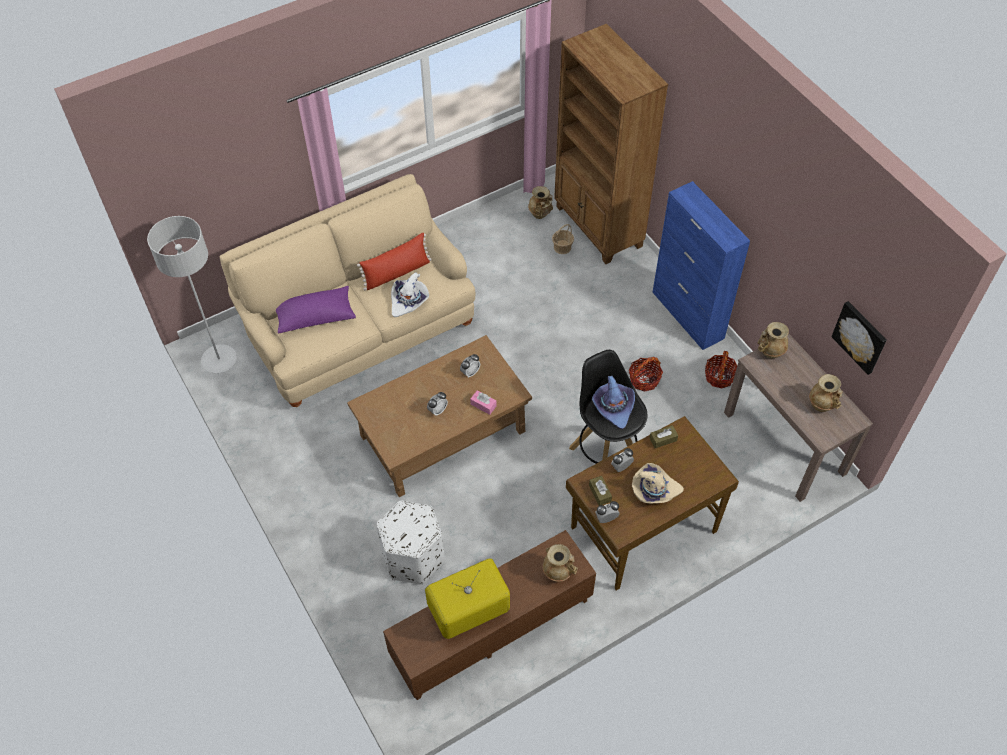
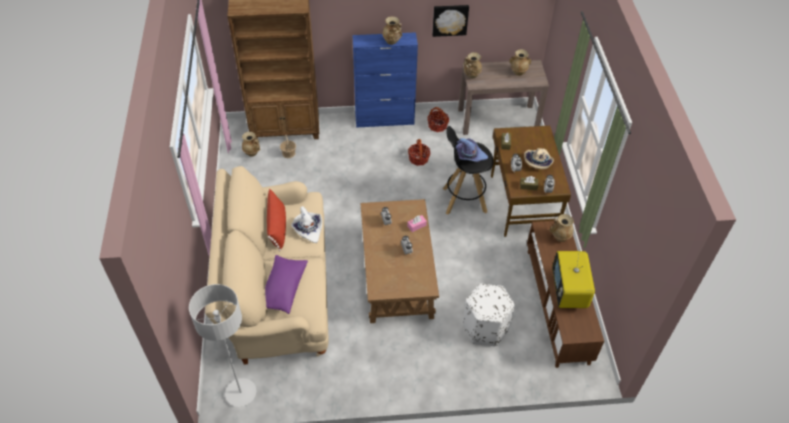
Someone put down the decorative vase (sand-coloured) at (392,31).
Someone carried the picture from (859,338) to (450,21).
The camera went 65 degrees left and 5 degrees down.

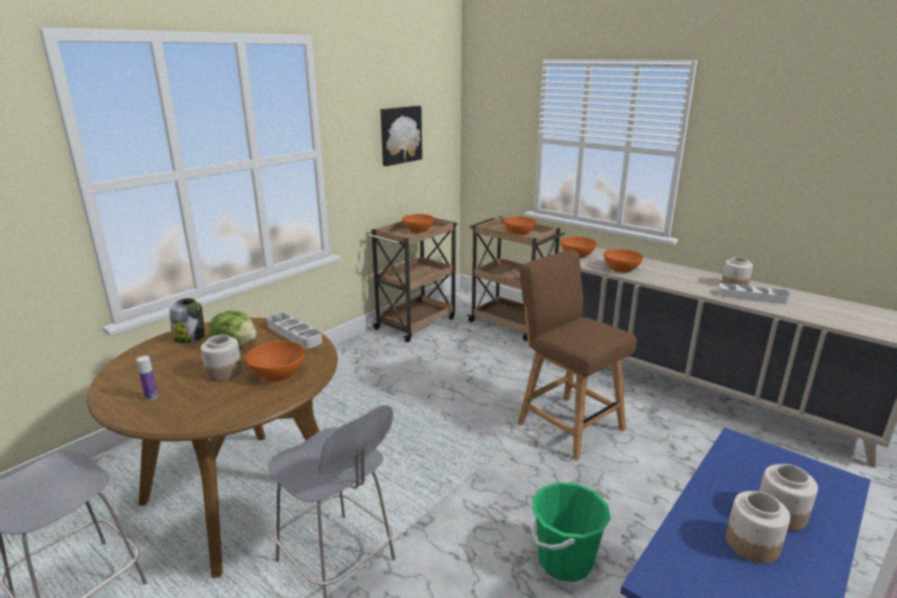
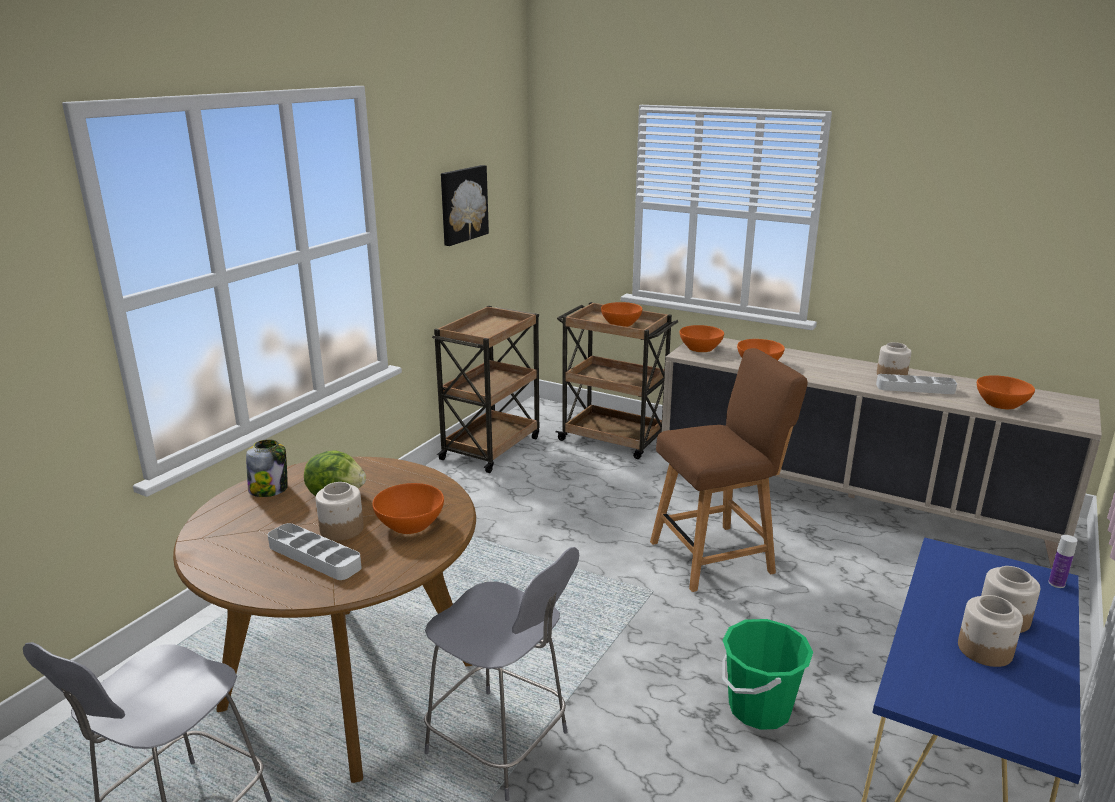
Someone carried the carrying tray (greyish) from (294,331) to (315,551).
Someone rotated the upright chair (brown) at (577,355) by 120 degrees clockwise.
Someone carried the deep dish (orange-coloured) from (418,223) to (1006,392).
Someone carried the beverage bottle from (147,378) to (1062,561).
The camera went 10 degrees left and 0 degrees up.

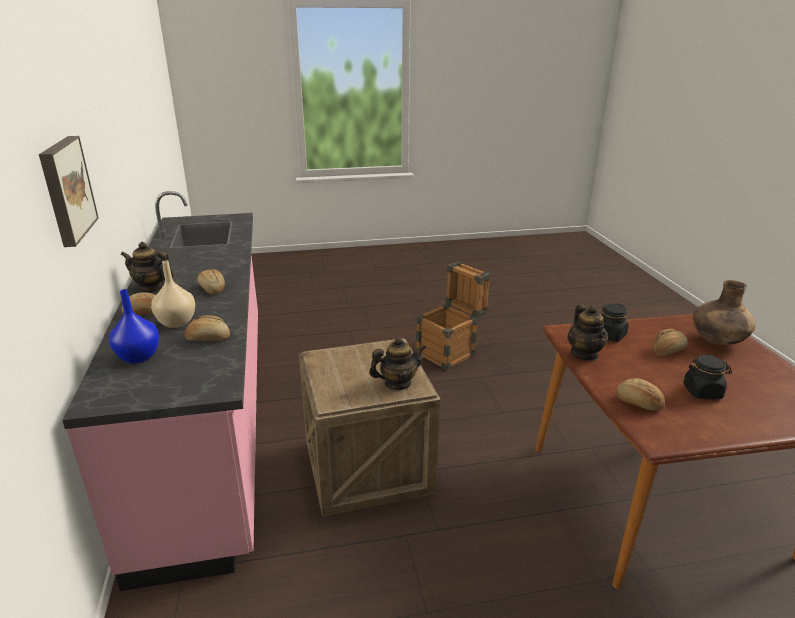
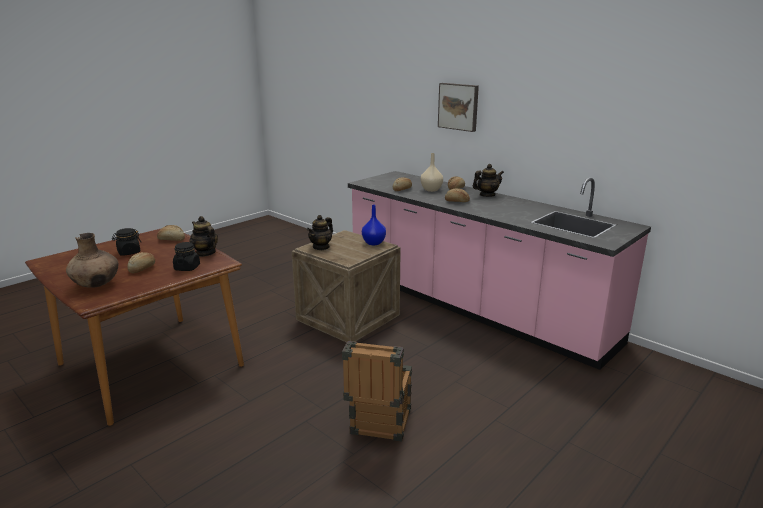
Someone carried the decorative vase (bluish) from (134,326) to (374,225).
The camera went 145 degrees right and 5 degrees down.

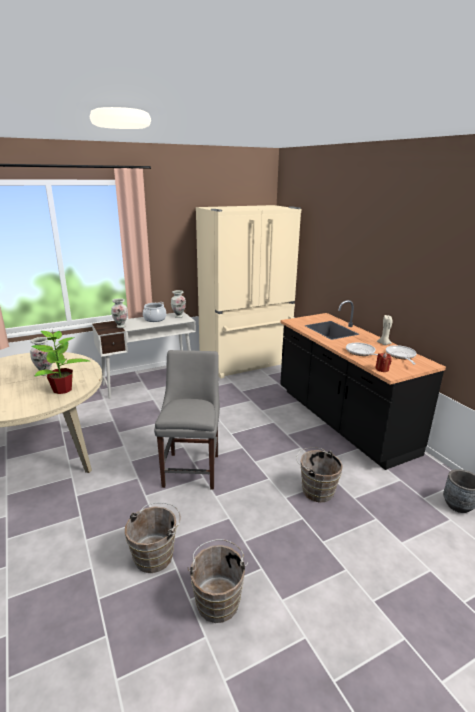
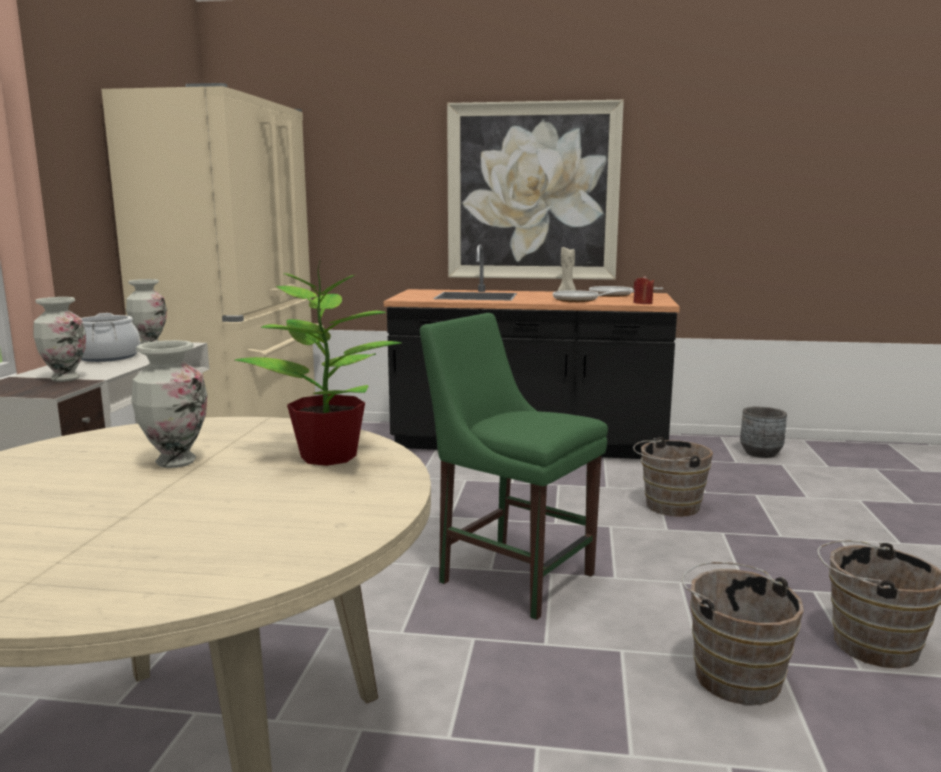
Someone repainted the upright chair (greyish) at (187,420), which became the upright chair (green-coloured) at (514,466).
Someone put up the picture at (535,190).
The camera went 55 degrees left and 10 degrees down.

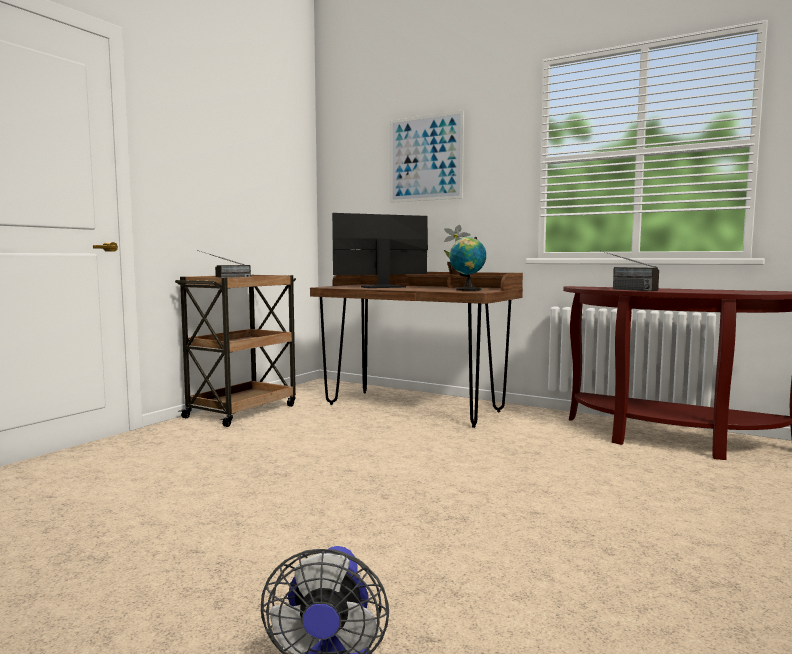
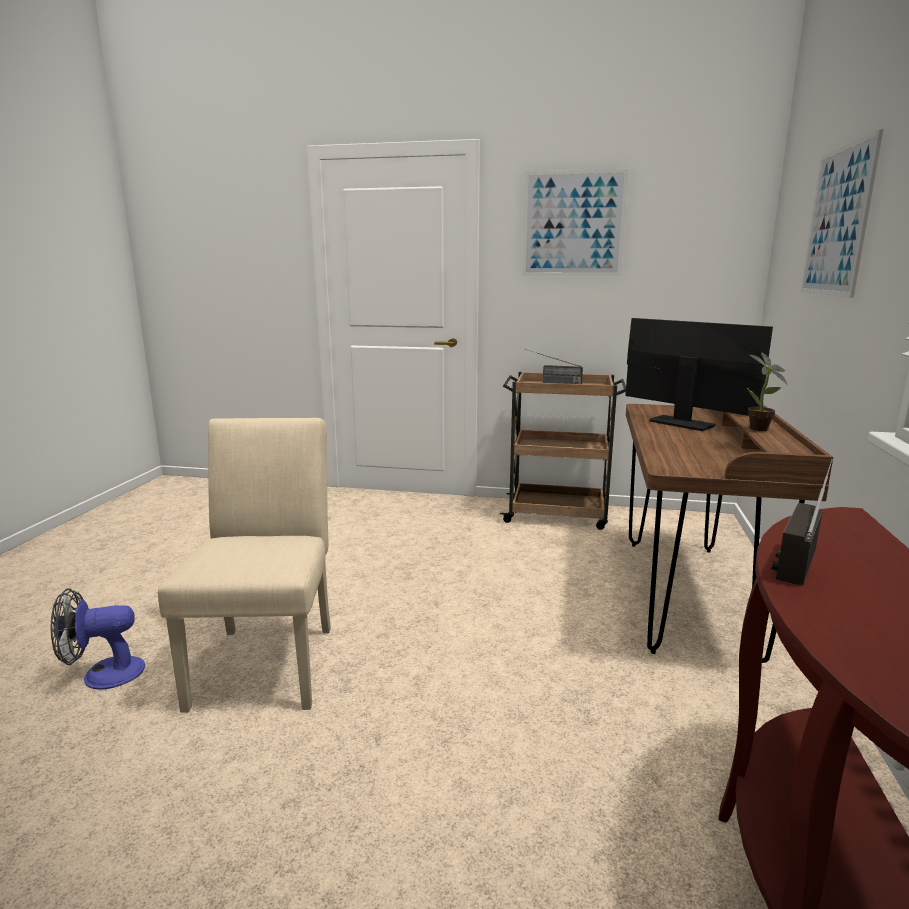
Someone put down the upright chair (sand-coloured) at (244,565).
Someone put up the picture at (575,222).
Someone took away the world globe at (467,264).
The camera went 70 degrees right and 10 degrees up.

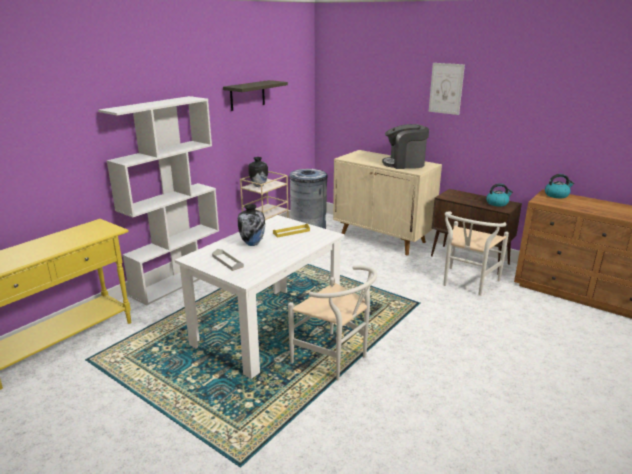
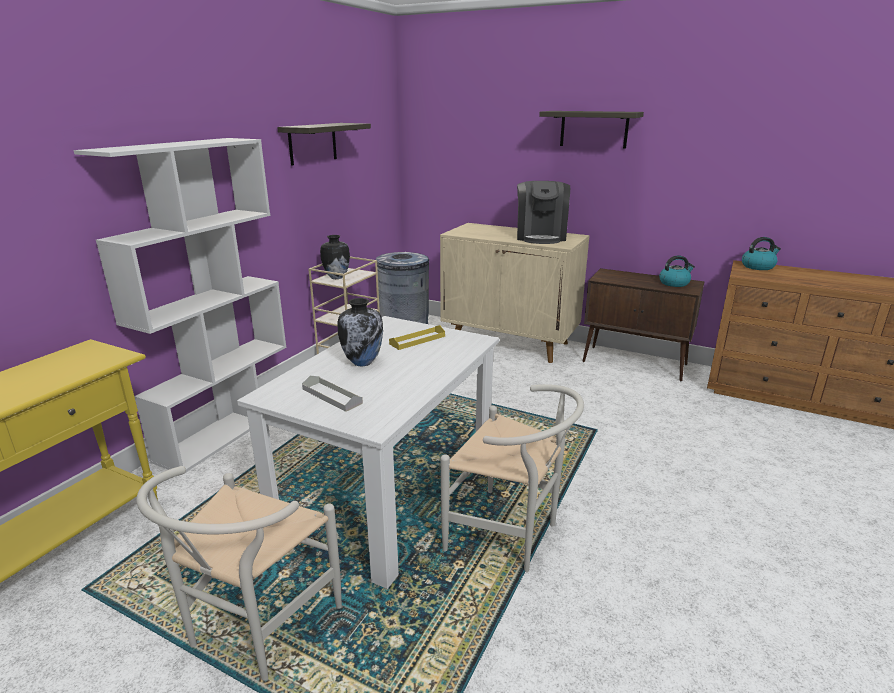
Someone carried the upright chair (white) from (476,253) to (239,573).
Someone rotated the coffee maker at (405,146) by 75 degrees counterclockwise.
Someone swapped the picture at (447,89) for the shelf at (591,129).
The camera went 10 degrees left and 0 degrees up.

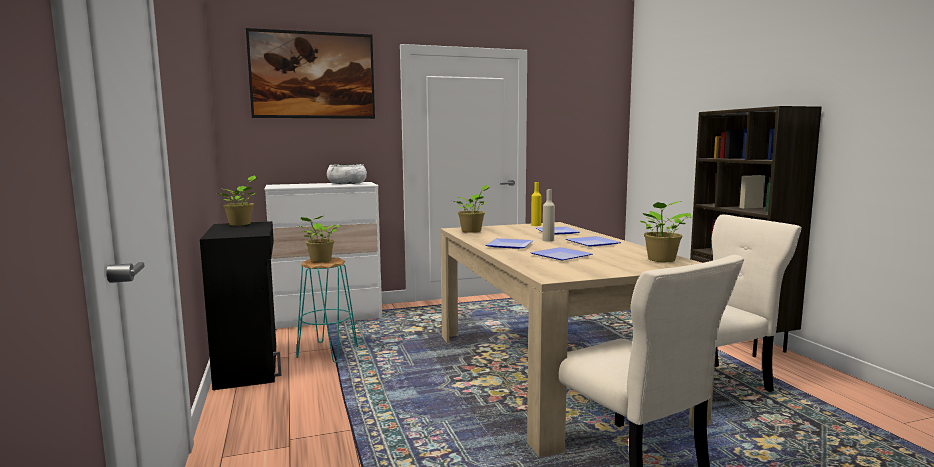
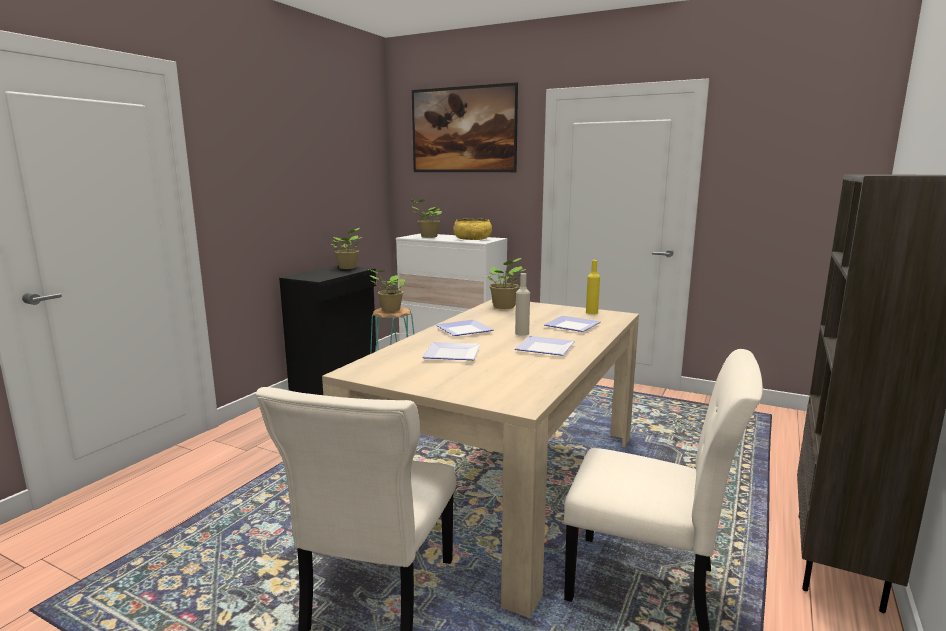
Someone carried the plant in a pot from (666,231) to (426,218).
Someone repainted the deep dish (white) at (347,174), which became the deep dish (yellow-coloured) at (472,229).
The camera went 45 degrees right and 5 degrees up.

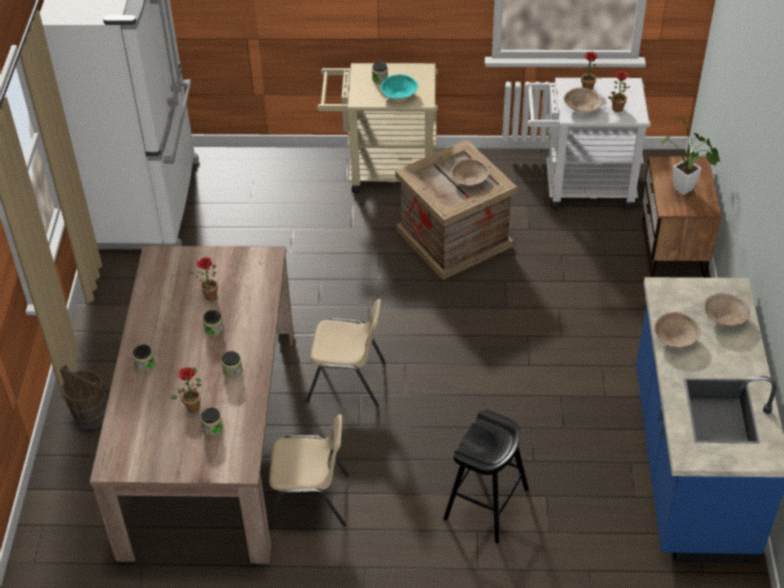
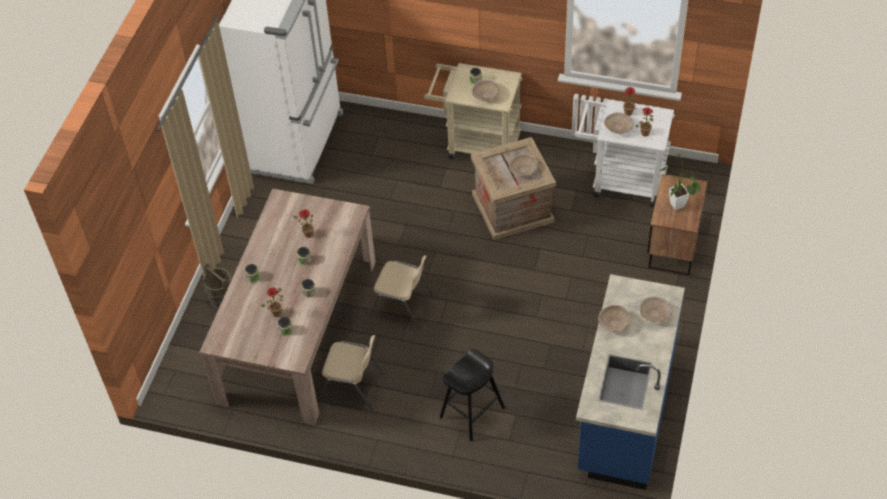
Someone repainted the deep dish (turquoise-coloured) at (399,86), which became the deep dish (sand-coloured) at (486,90).
The camera went 15 degrees right and 5 degrees up.

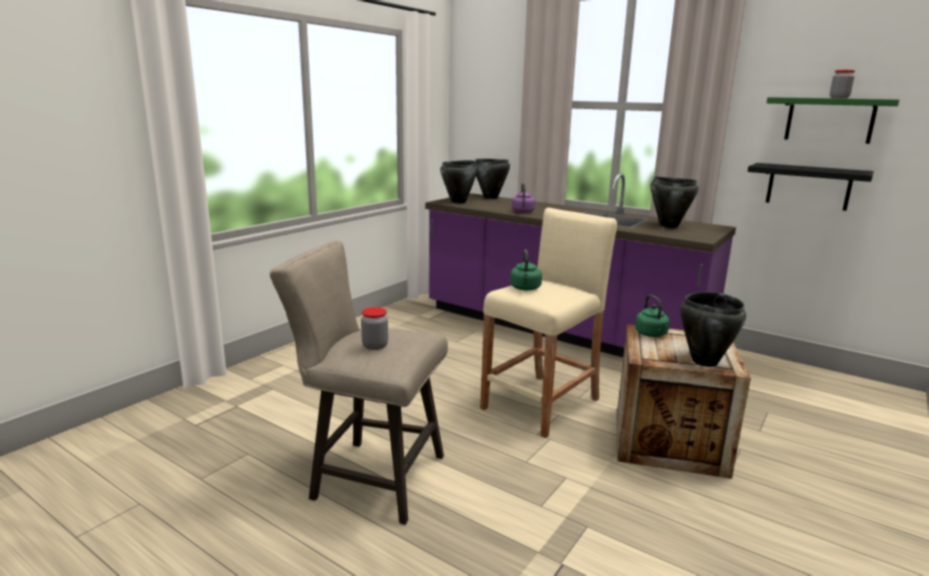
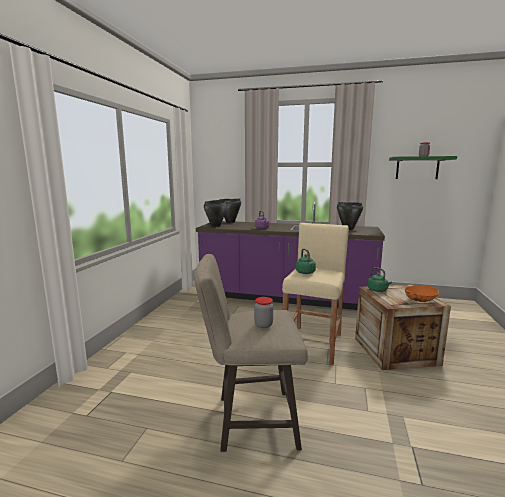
Someone swapped the cooking pot (black-coloured) at (713,329) for the deep dish (orange-coloured) at (422,293).
Someone took away the shelf (black-coloured) at (810,187).
The camera went 20 degrees left and 5 degrees down.

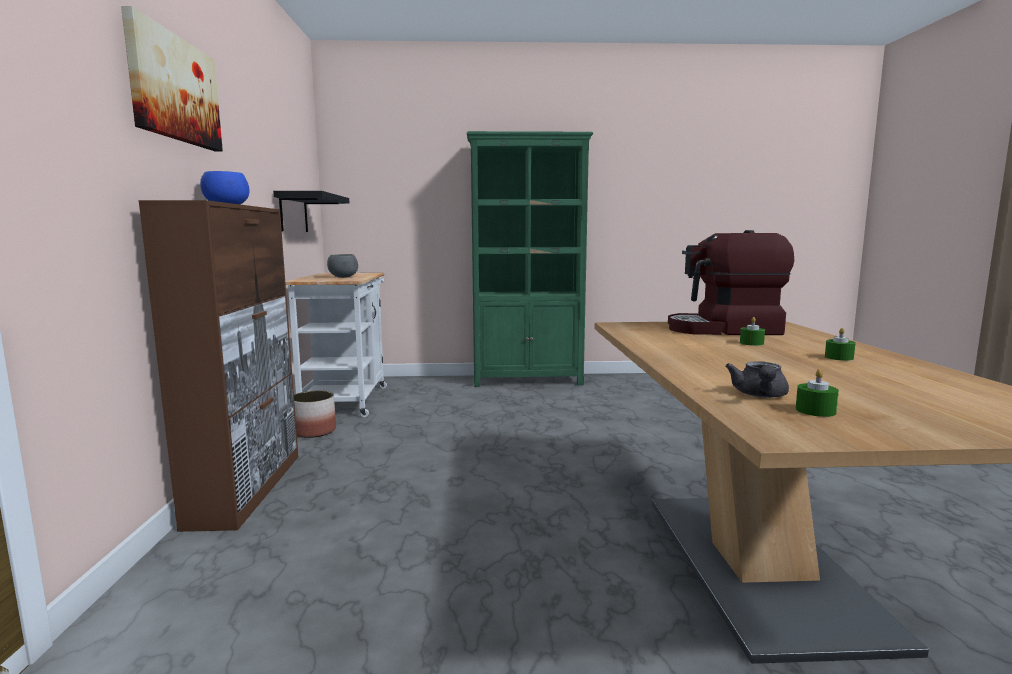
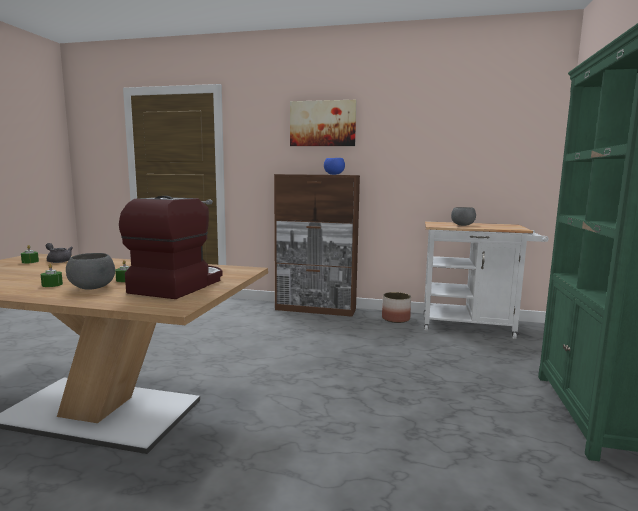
Someone put down the deep dish (greyish) at (90,271).
Someone took away the shelf (black-coloured) at (311,211).
The camera went 105 degrees right and 0 degrees up.

